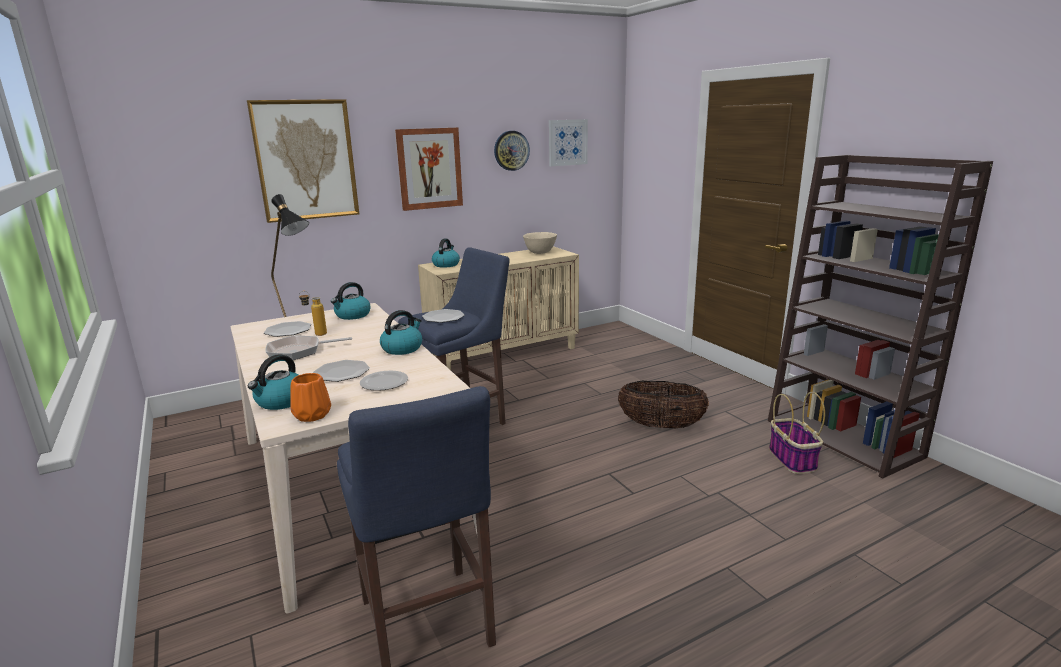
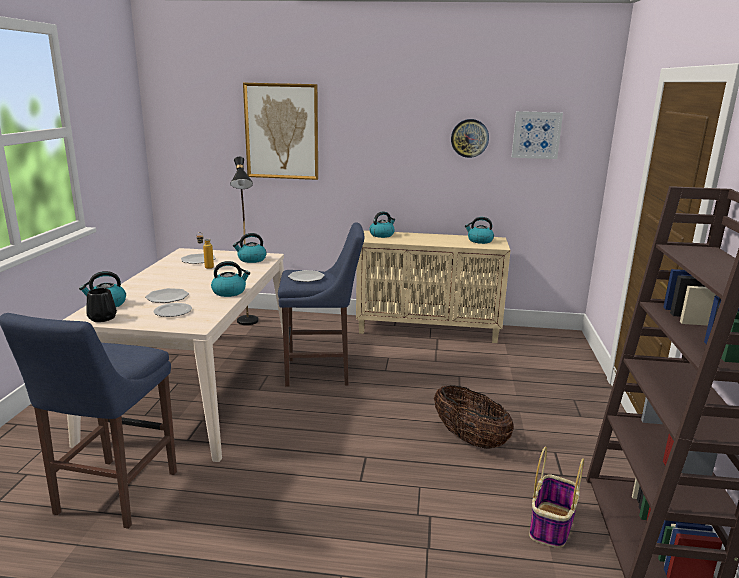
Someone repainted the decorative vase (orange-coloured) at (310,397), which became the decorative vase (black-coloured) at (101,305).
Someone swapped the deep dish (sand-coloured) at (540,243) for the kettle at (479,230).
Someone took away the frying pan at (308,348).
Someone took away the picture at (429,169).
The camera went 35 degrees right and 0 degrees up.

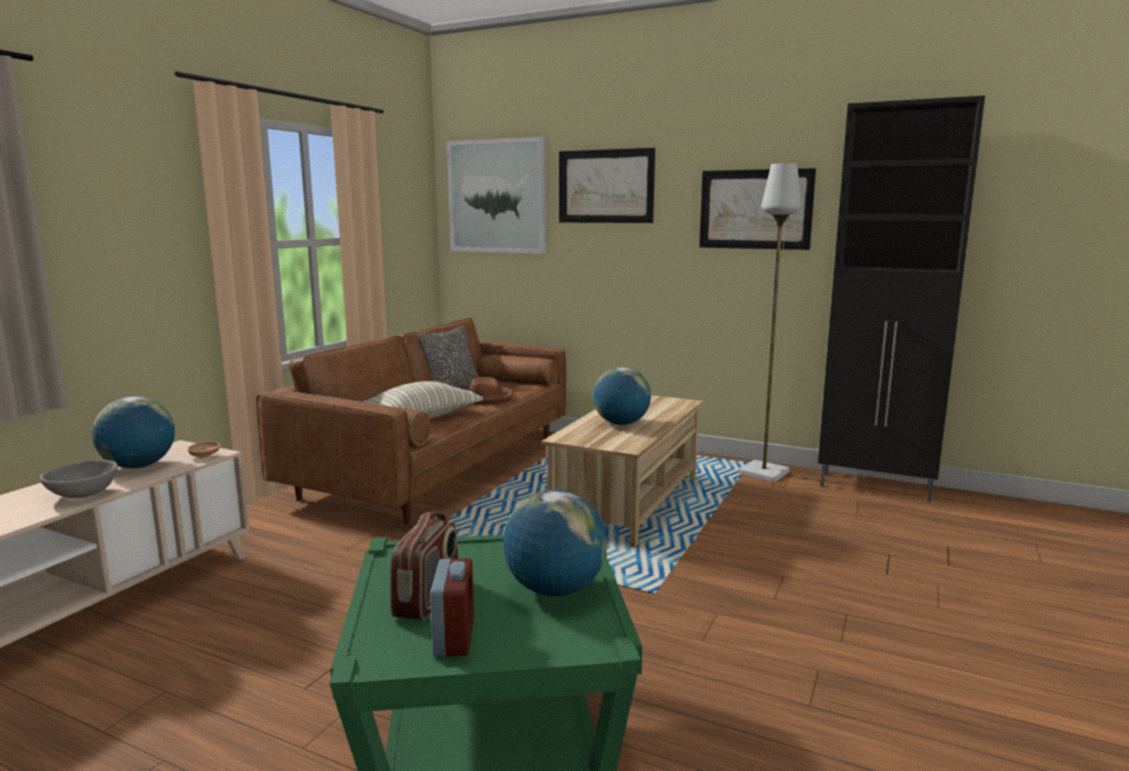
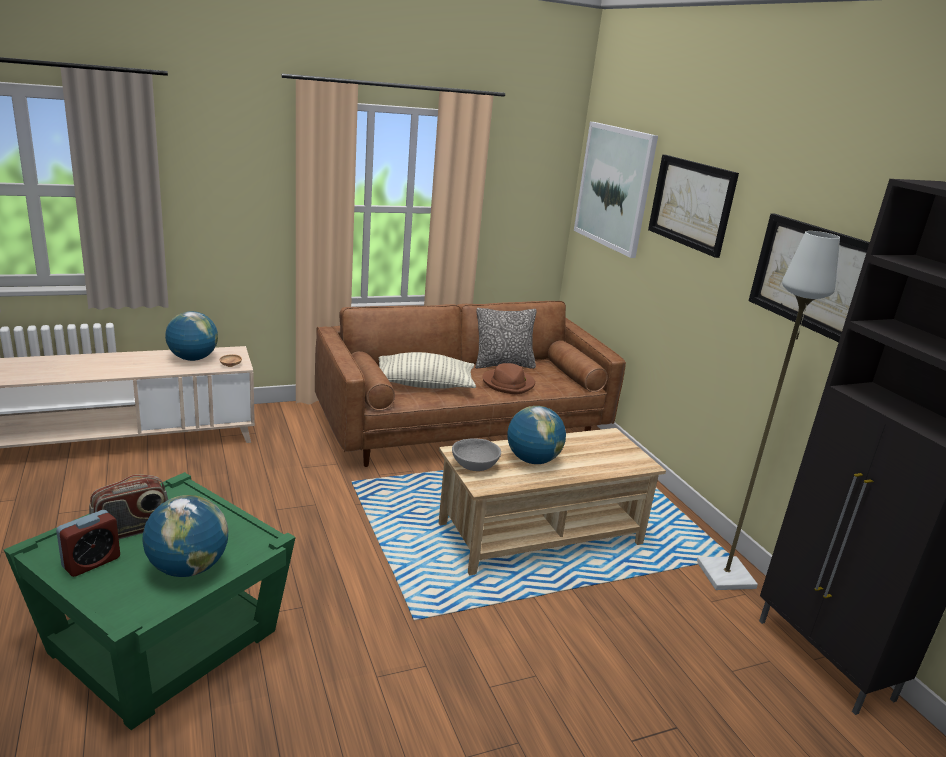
Someone carried the deep dish (greyish) from (79,479) to (476,454).
The camera went 40 degrees right and 10 degrees up.

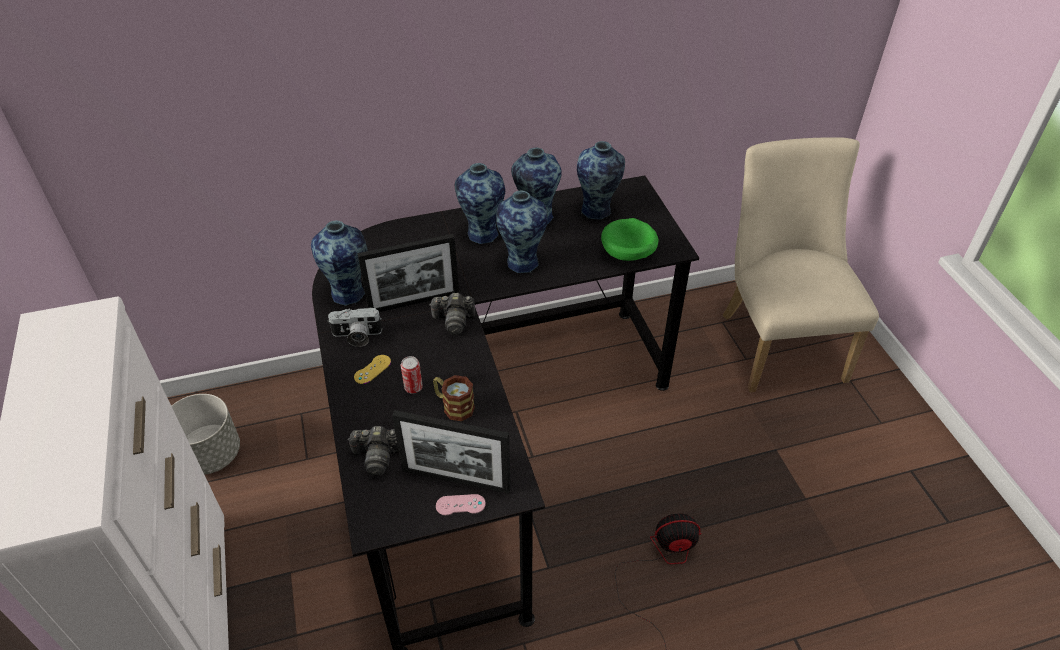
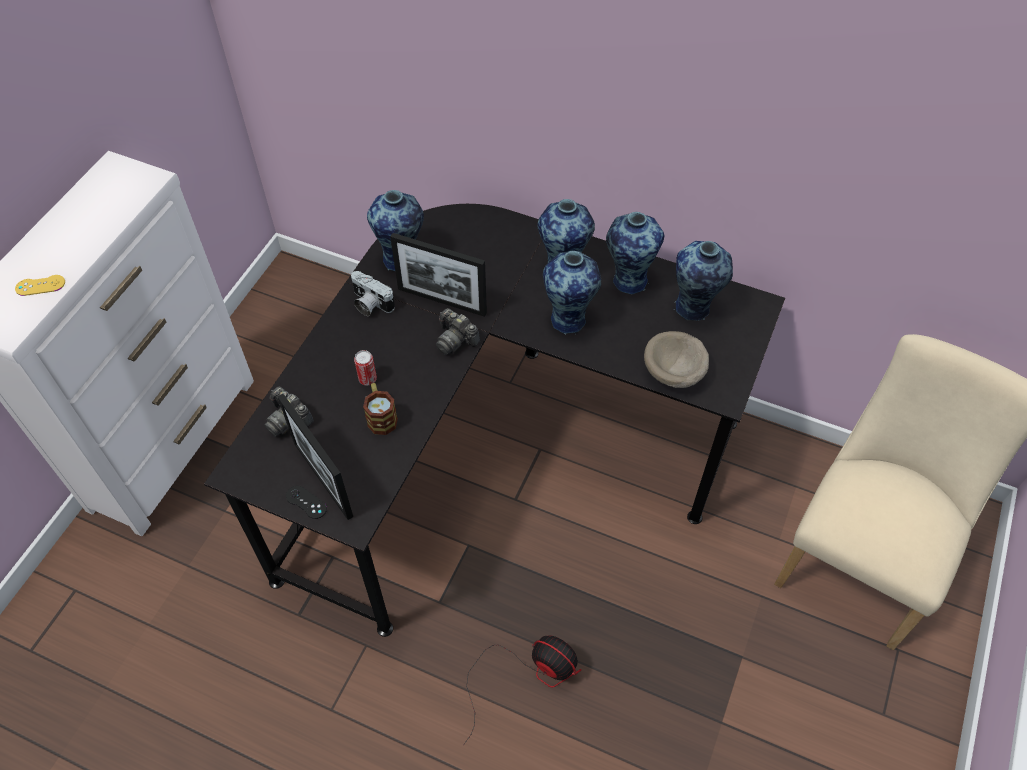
Someone carried the gamepad (yellow-coloured) from (372,369) to (40,285).
Someone repainted the gamepad (pinkish) at (461,504), which became the gamepad (black-coloured) at (306,502).
Someone repainted the deep dish (green-coloured) at (629,239), which became the deep dish (sand-coloured) at (676,359).
Someone took away the plant pot (greyish) at (206,434).
The camera went 40 degrees right and 10 degrees up.

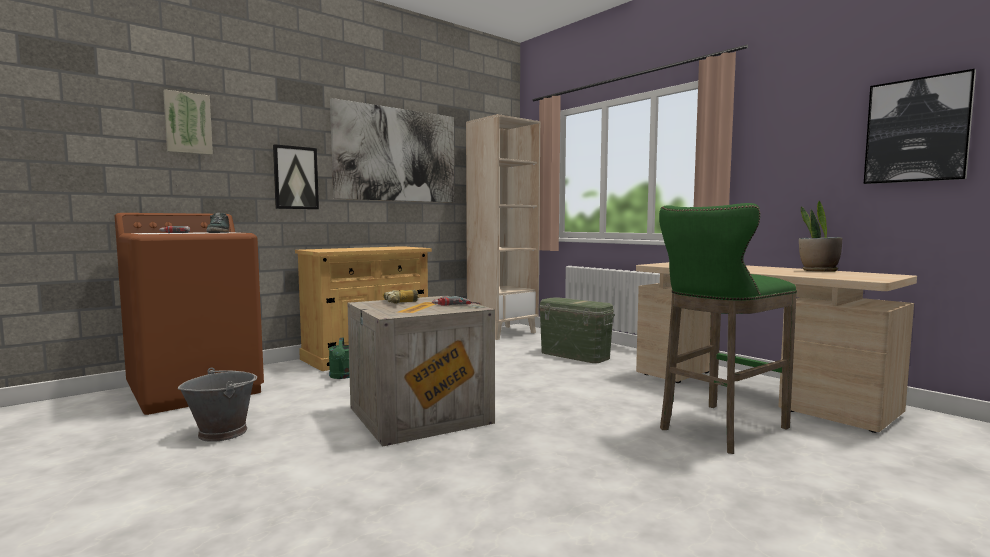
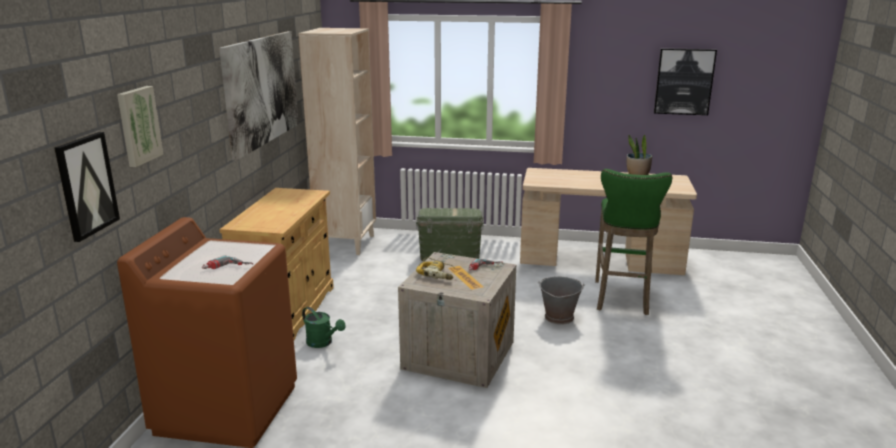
Someone carried the picture from (296,176) to (87,187).
Someone carried the pail (greyish) from (217,404) to (561,300).
Someone took away the low shoe at (217,223).
The camera went 40 degrees left and 15 degrees up.

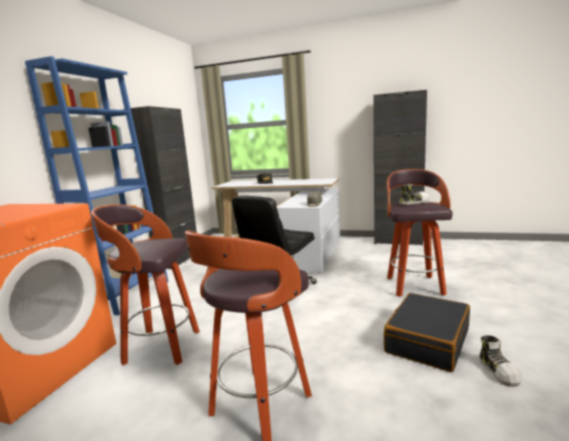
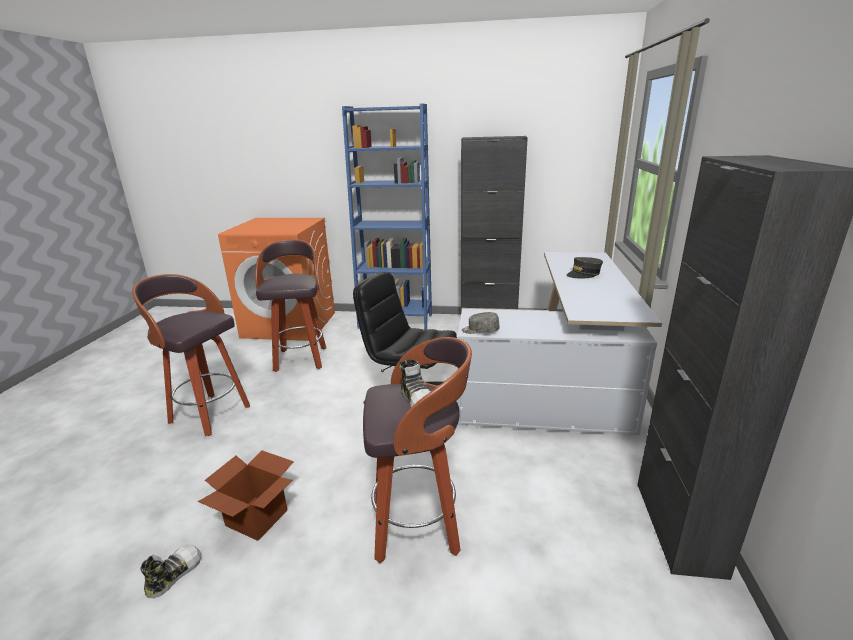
Someone rotated the low shoe at (501,361) by 135 degrees clockwise.
Someone swapped the suitcase (black-coloured) at (427,332) for the packing box at (246,495).
The camera went 80 degrees right and 10 degrees up.

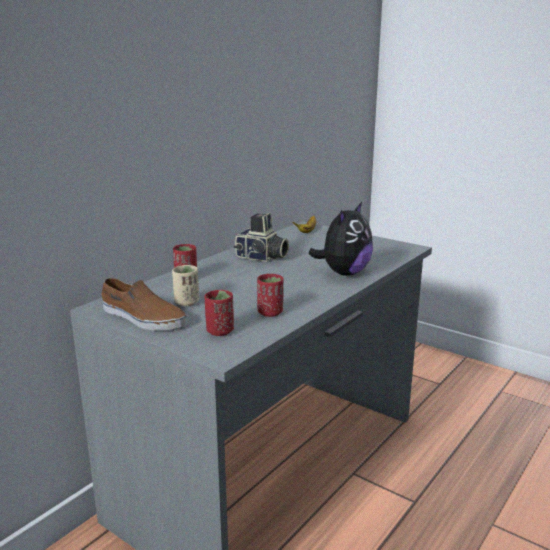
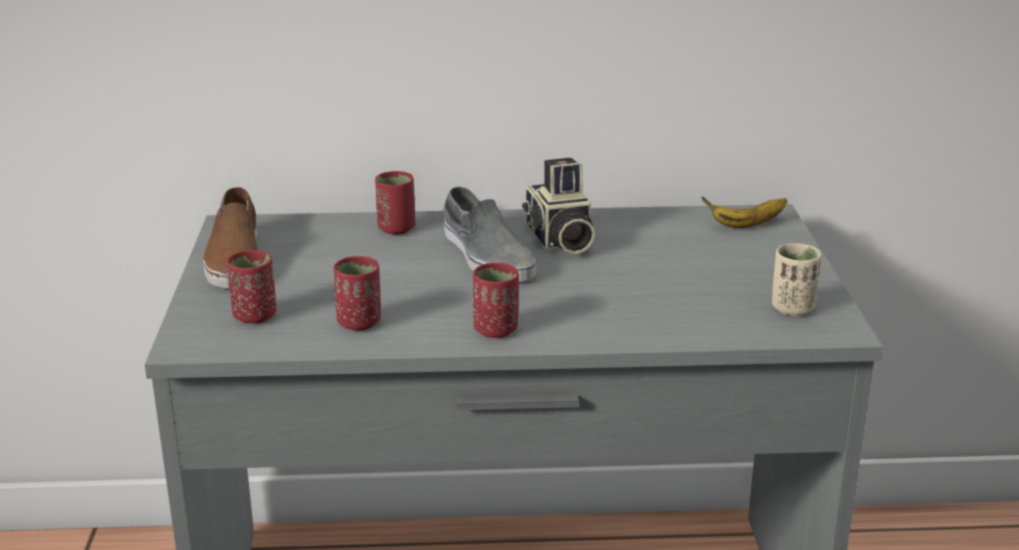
Someone put down the low shoe (greyish) at (489,233).
Someone put down the cup (red-coloured) at (496,300).
Someone carried the cup (sand-coloured) from (185,285) to (796,279).
Someone took away the cuddly toy at (340,239).
The camera went 50 degrees right and 5 degrees up.

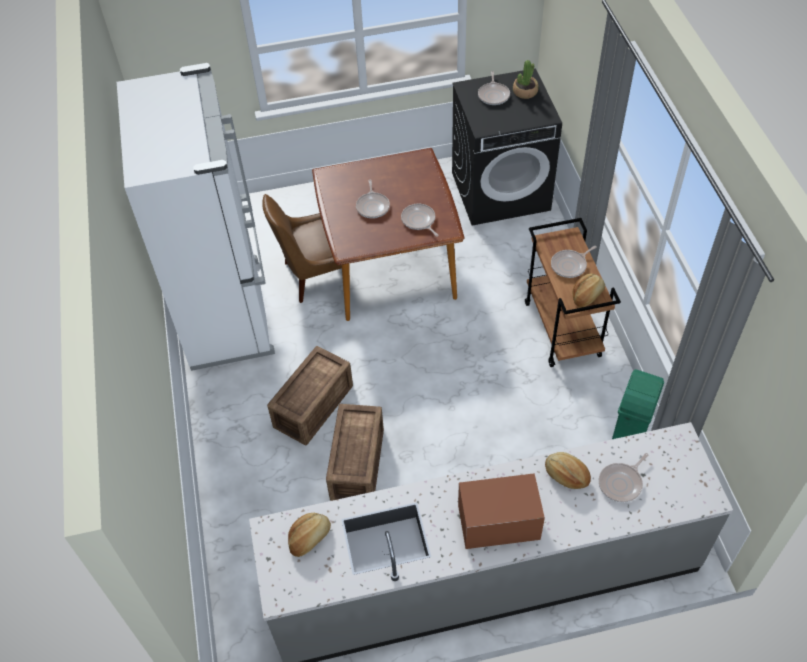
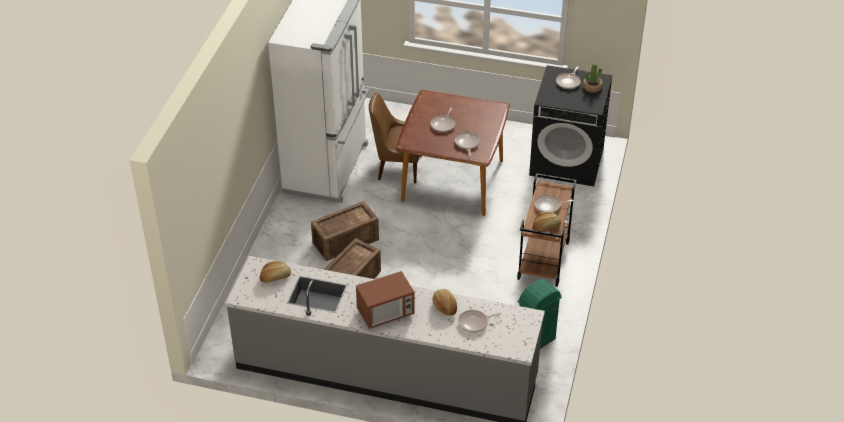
Someone rotated the microwave at (501,511) by 135 degrees clockwise.
The camera went 25 degrees right and 10 degrees down.

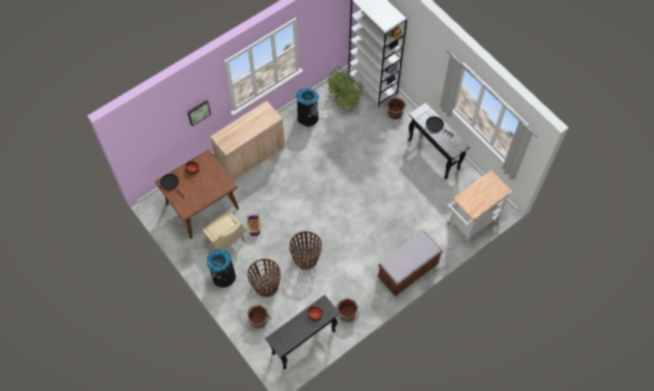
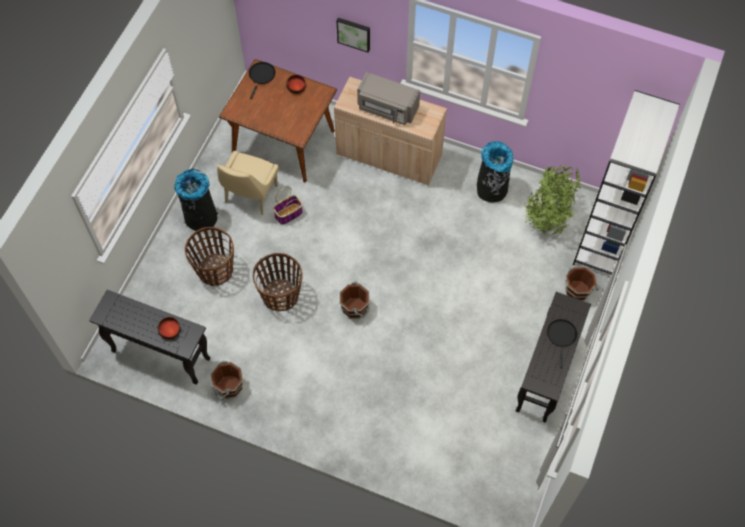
Someone carried the pail (brown) from (259,317) to (354,300).
Someone put down the microwave (greyish) at (388,98).
Someone took away the long seat (brown) at (410,263).
Someone took away the cart (white) at (480,206).
The camera went 60 degrees right and 0 degrees up.

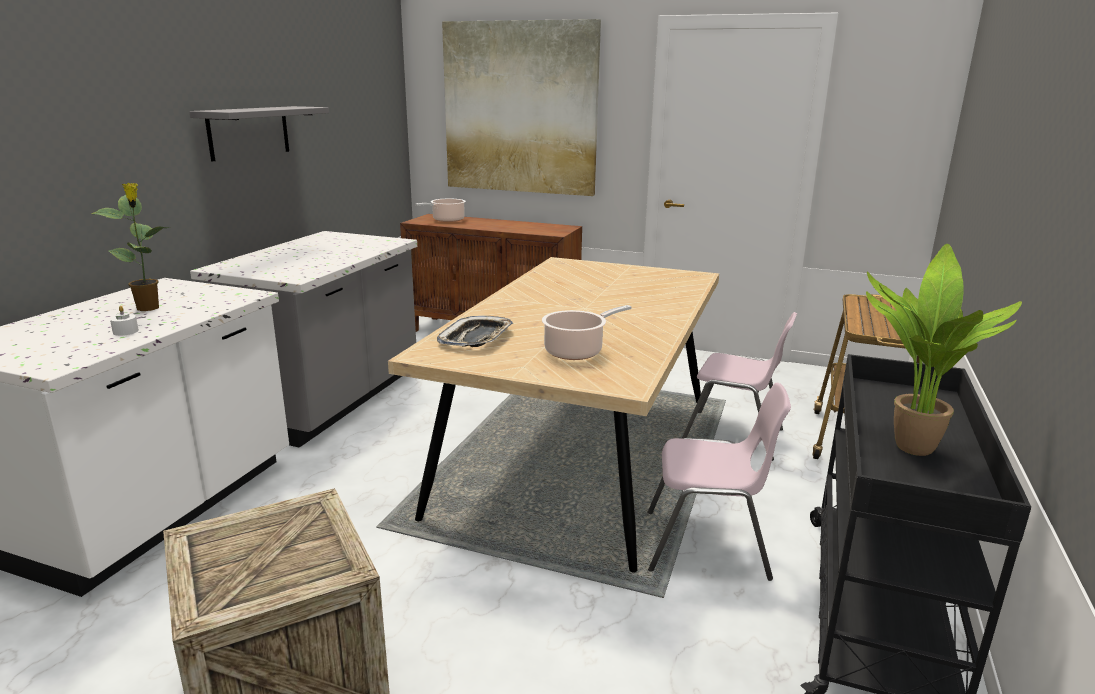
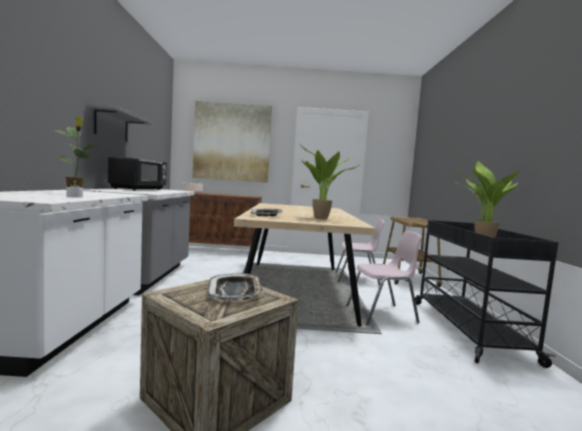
Someone put down the microwave (black-coloured) at (137,173).
Someone put down the carrying tray at (235,286).
Someone swapped the cooking pot at (587,332) for the plant in a pot at (329,182).
The camera went 20 degrees left and 15 degrees down.

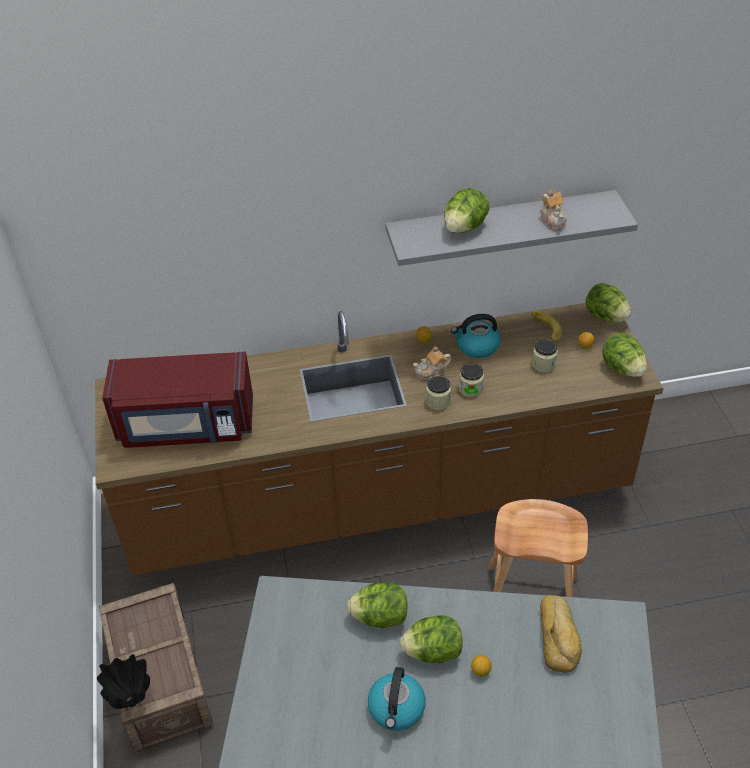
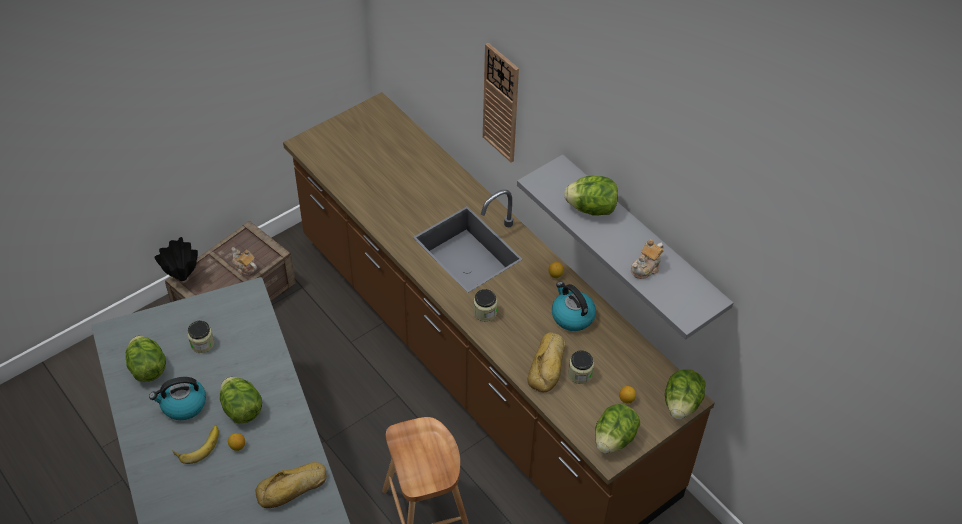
Someone carried the head of lettuce from (377,605) to (146,359).
Someone carried the whole banana from (547,327) to (195,444).
Someone carried the storage jar from (471,380) to (200,337).
Someone carried the teapot from (432,363) to (244,261).
Someone put up the clock on the wall at (501,103).
Someone put down the bread at (546,362).
Someone took away the microwave (red-coloured) at (177,400).
The camera went 60 degrees right and 5 degrees up.

